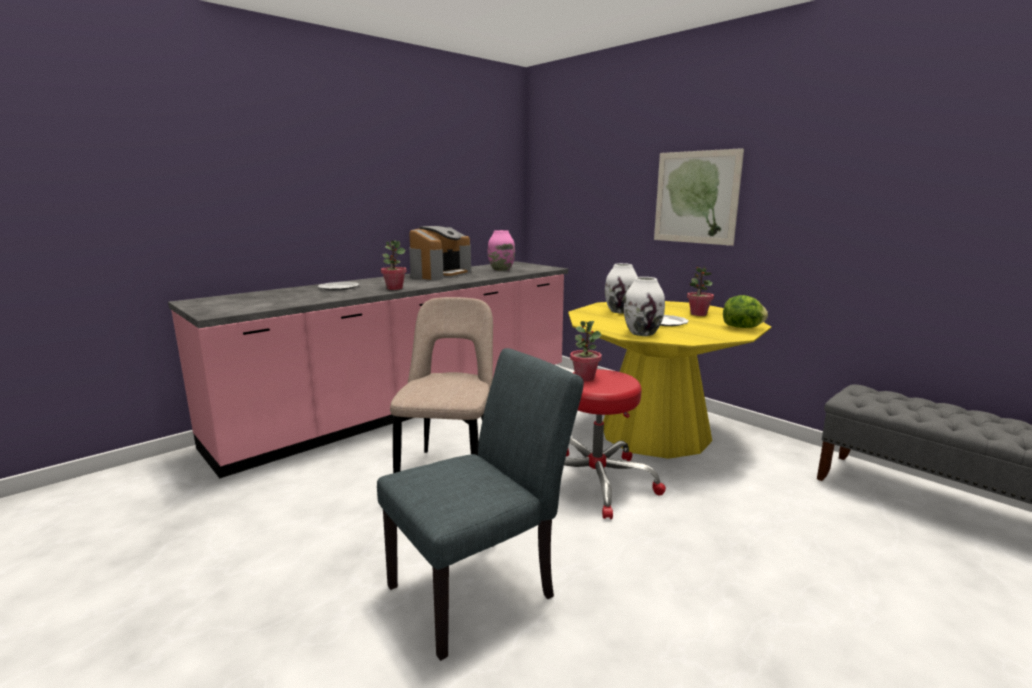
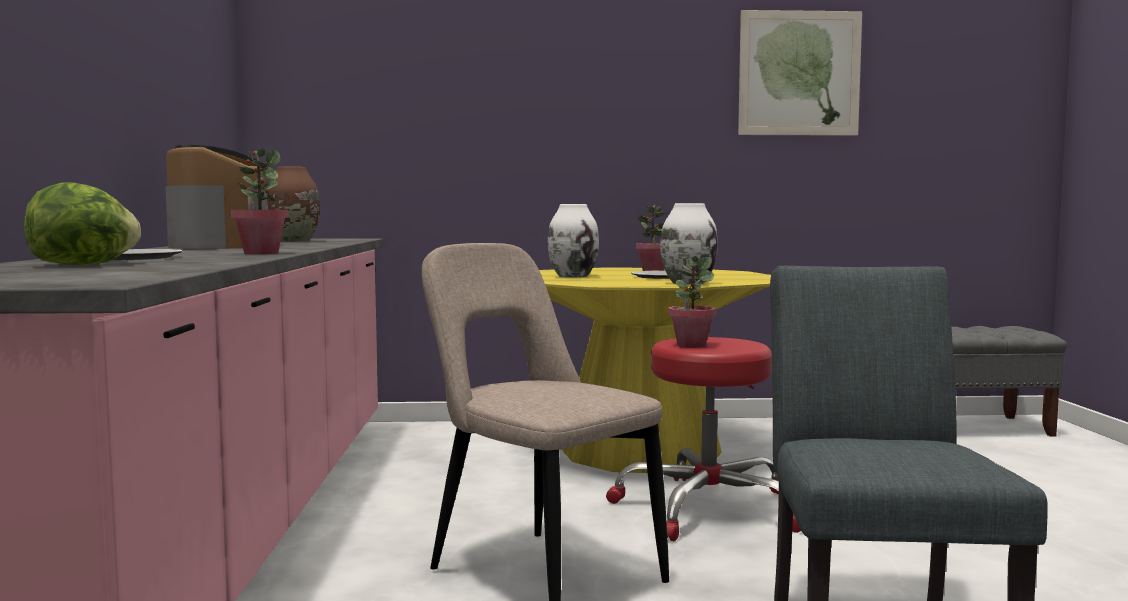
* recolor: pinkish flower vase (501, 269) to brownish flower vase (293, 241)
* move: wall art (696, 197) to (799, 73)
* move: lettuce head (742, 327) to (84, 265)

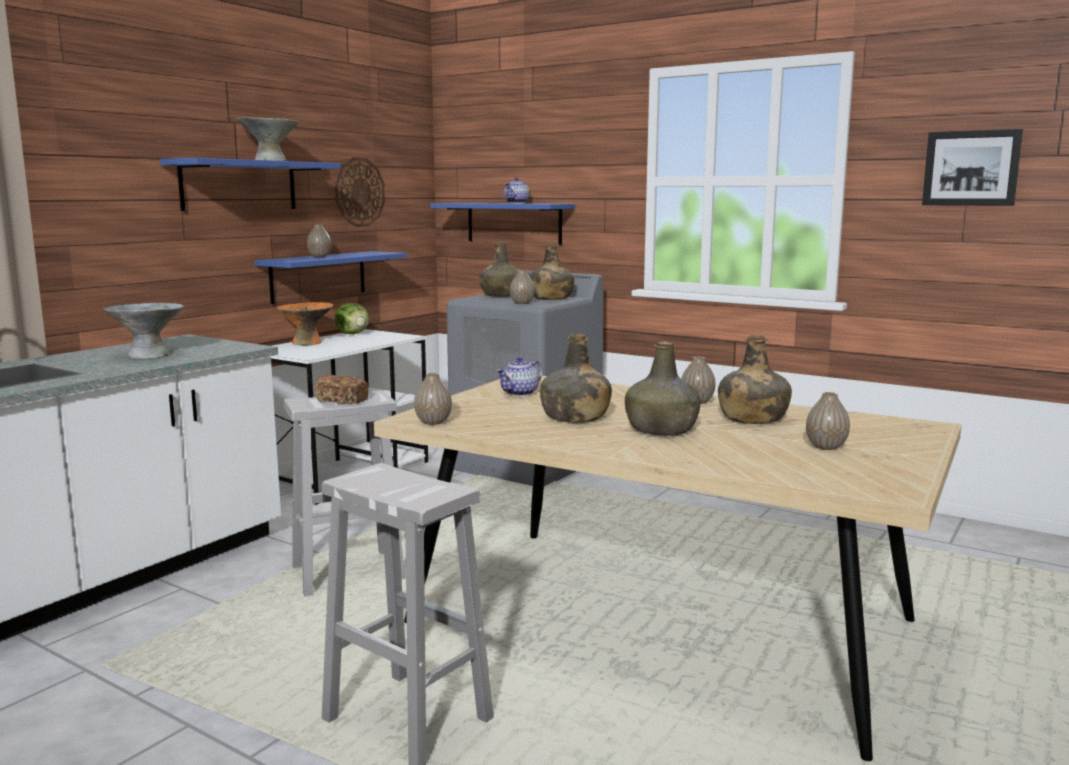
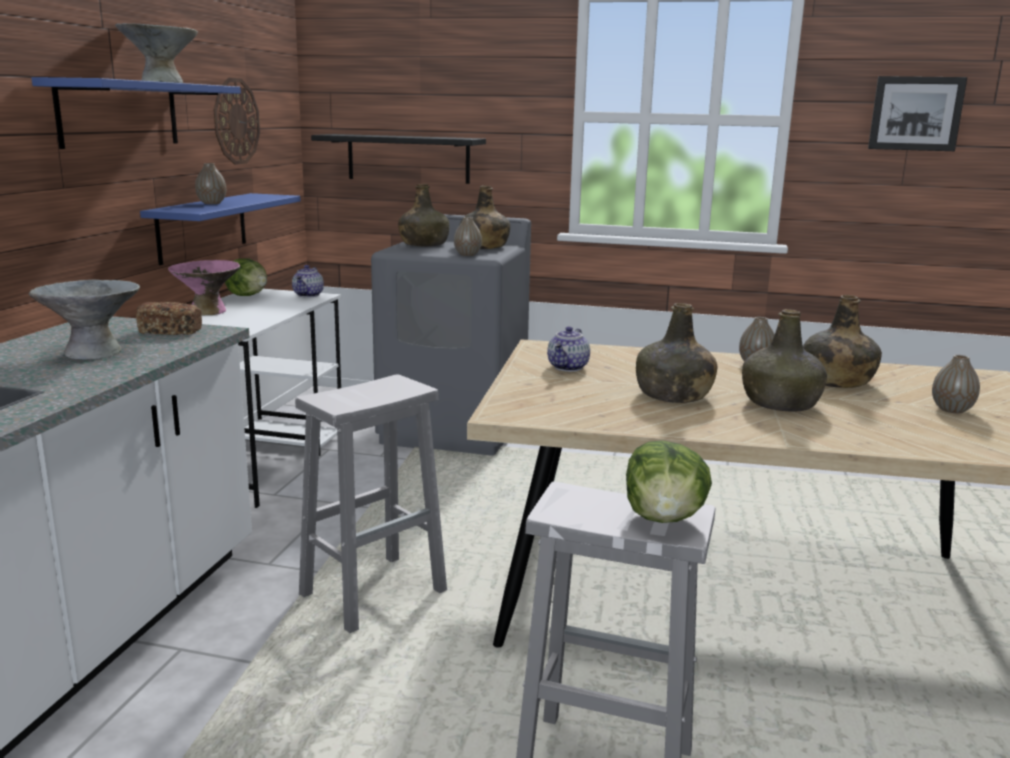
* recolor: orangey deep dish (307, 343) to pinkish deep dish (208, 311)
* move: bakery bread (342, 400) to (171, 331)
* delete: flower vase (433, 422)
* recolor: bluish bracket shelf (514, 223) to black-coloured bracket shelf (408, 158)
* move: pot for tea (517, 203) to (309, 295)
* insert: lettuce head (664, 518)

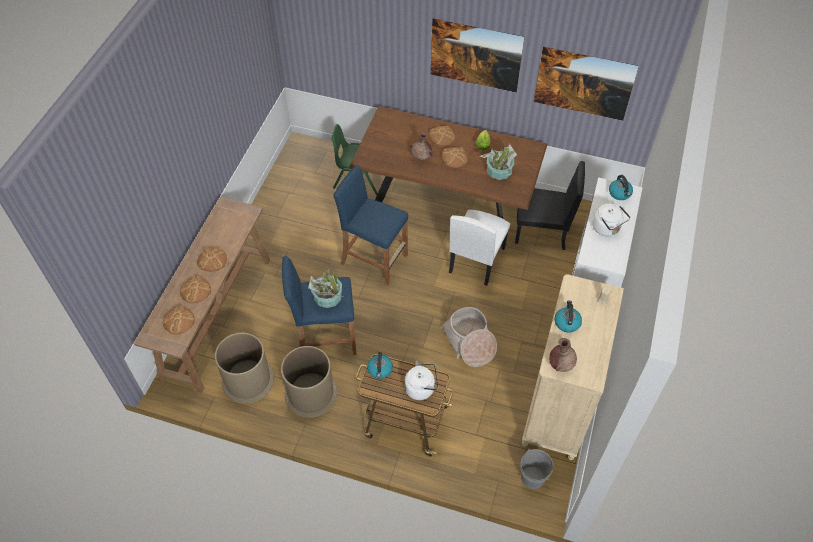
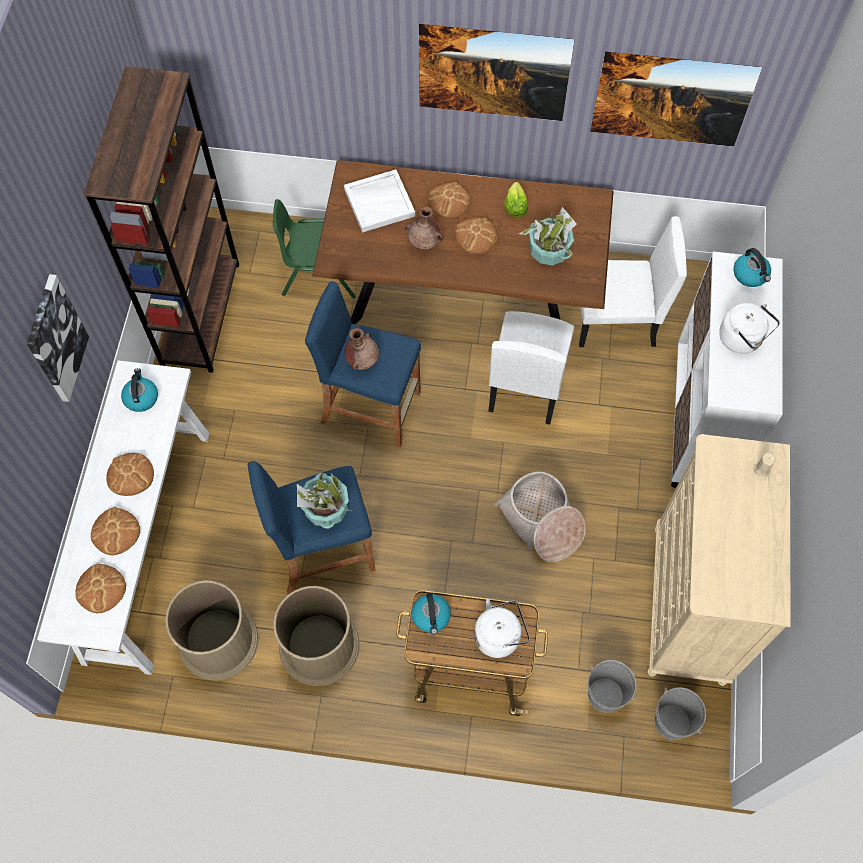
* recolor: brownish console table (218, 316) to white console table (148, 542)
* recolor: black-coloured chair (541, 231) to white chair (615, 321)
* move: brownish flower vase (561, 364) to (362, 360)
* move: kettle (567, 322) to (141, 397)
* insert: wall art (55, 339)
* insert: brownish shelving unit (200, 314)
* insert: white serving tray (379, 202)
* insert: gray water bucket (605, 695)

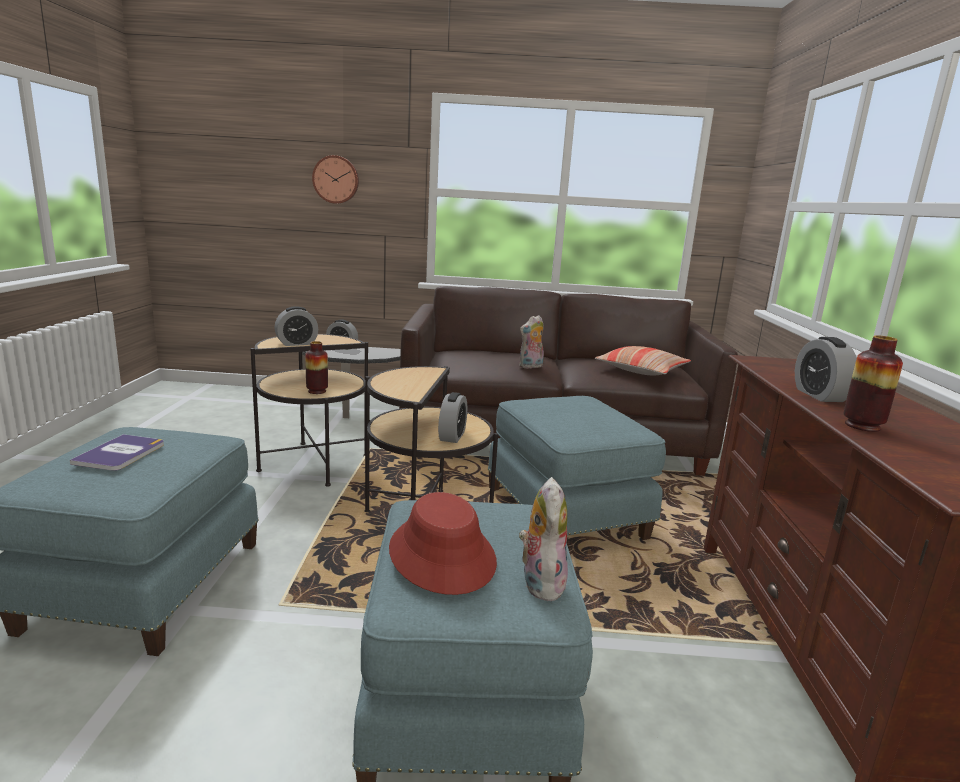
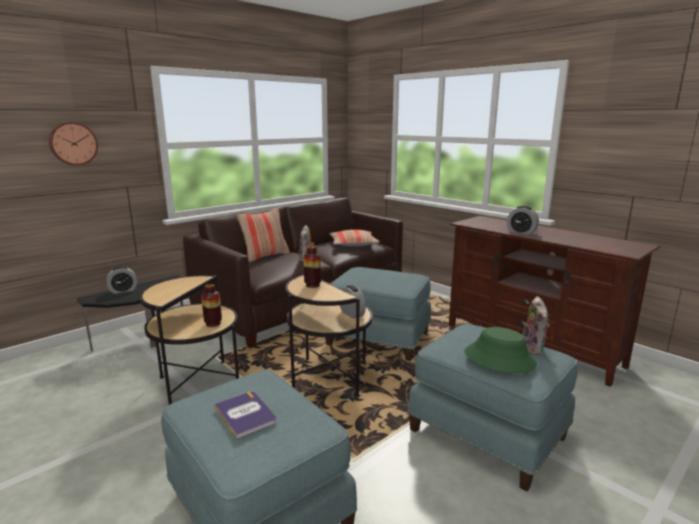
* delete: table clock (297, 343)
* recolor: reddish clothing hat (442, 555) to green-coloured clothing hat (499, 358)
* rotate: soft toy (540, 582) = (534, 349) 135 degrees counterclockwise
* move: flower vase (862, 426) to (312, 285)
* insert: throw pillow (265, 256)

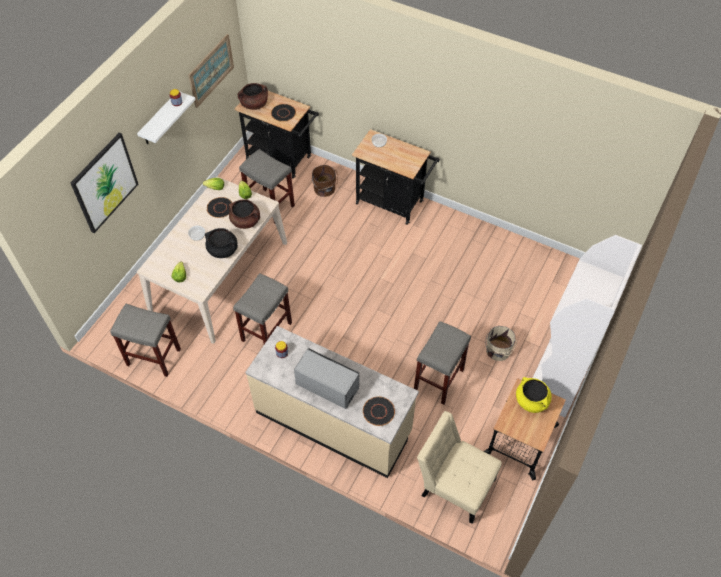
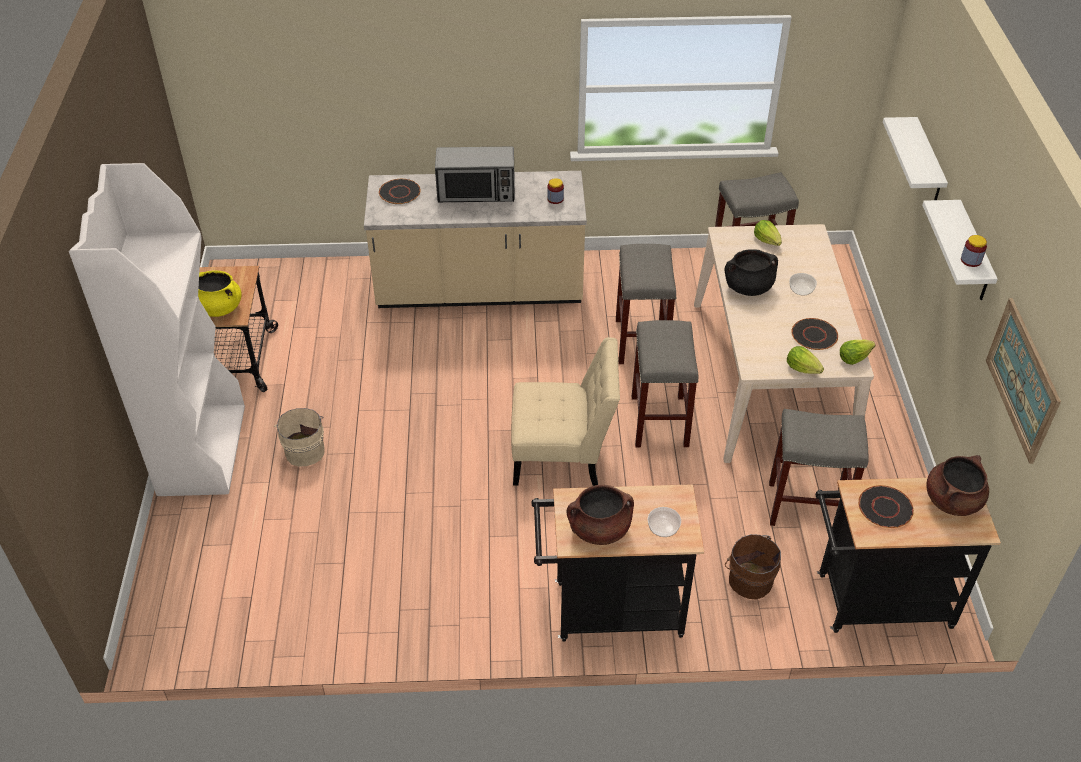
* replace: wall art (105, 183) to white bracket shelf (928, 164)
* move: brownish saucepot (246, 221) to (599, 530)
* move: gray stool (438, 380) to (659, 420)
* move: beige chair (454, 484) to (563, 456)

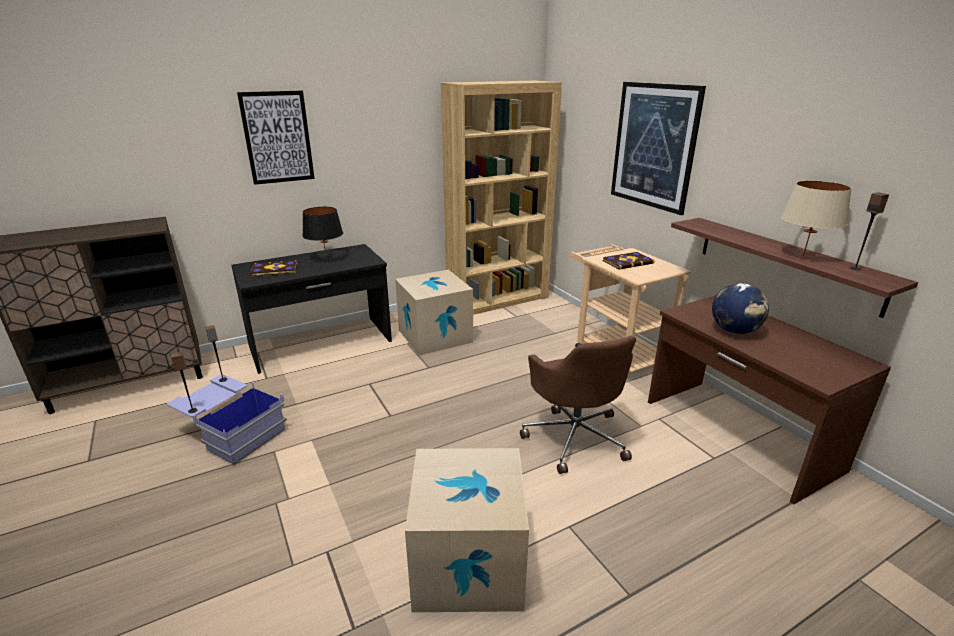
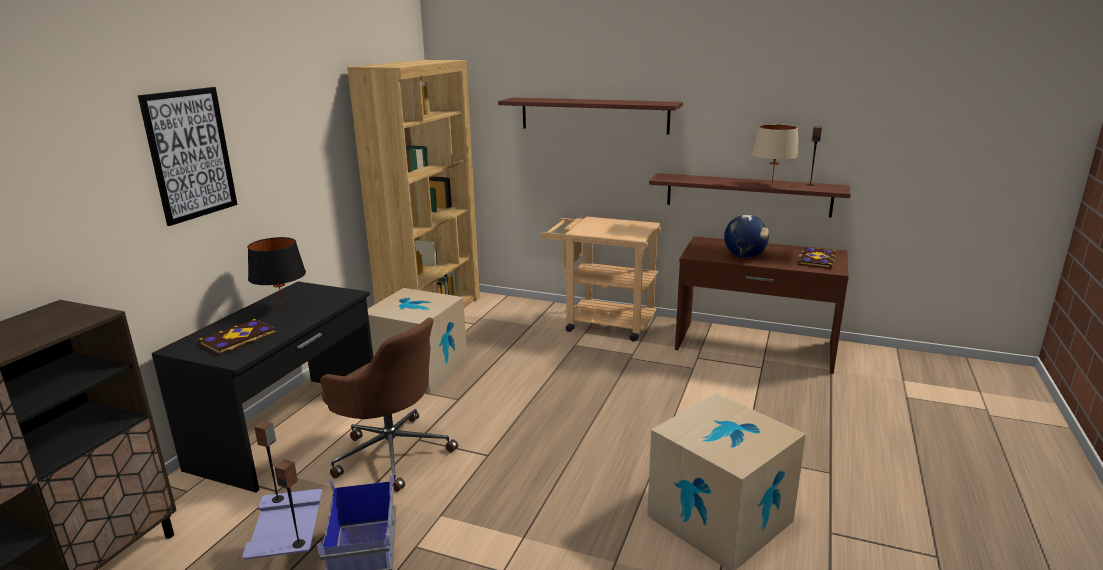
* move: brownish office chair (575, 437) to (391, 452)
* move: book (627, 262) to (816, 259)
* replace: wall art (653, 146) to bracket shelf (593, 115)

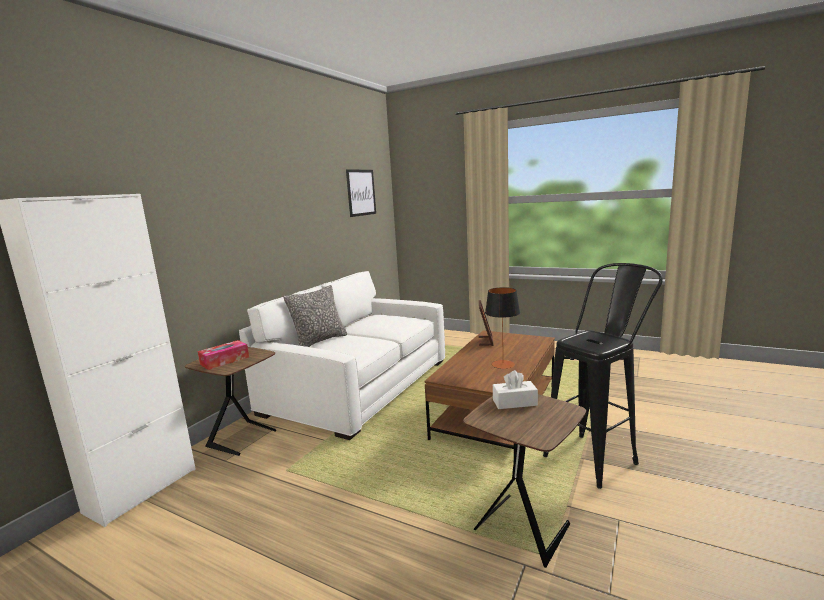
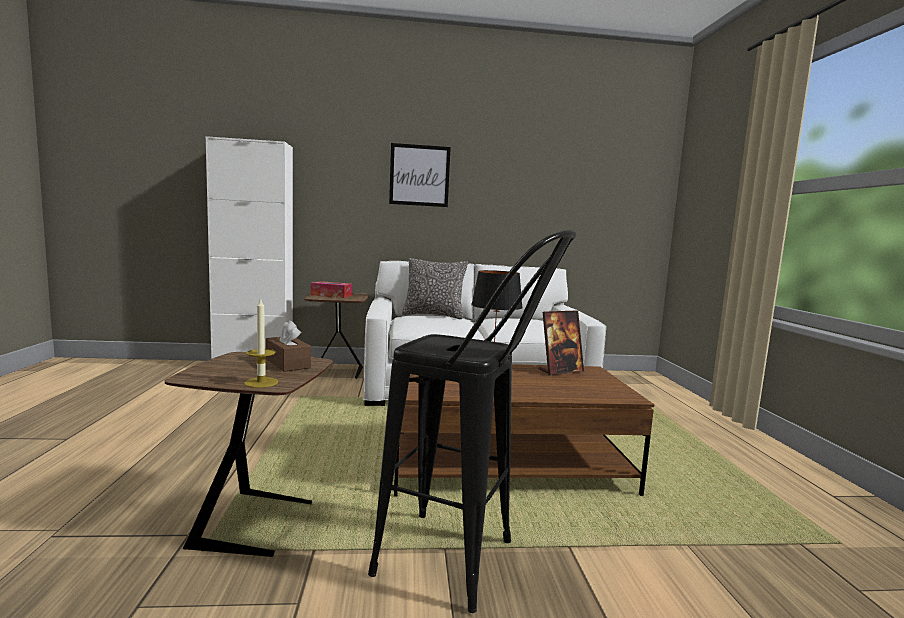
* move: wall art (361, 192) to (419, 175)
* recolor: white tissue box (514, 402) to brownish tissue box (287, 363)
* insert: candle (261, 382)

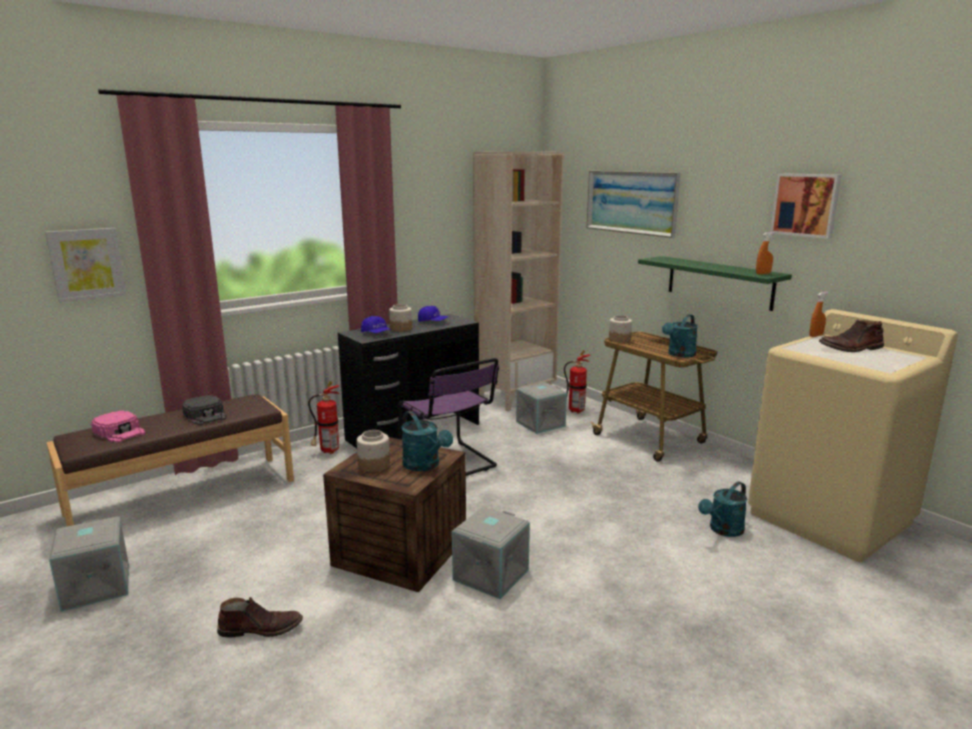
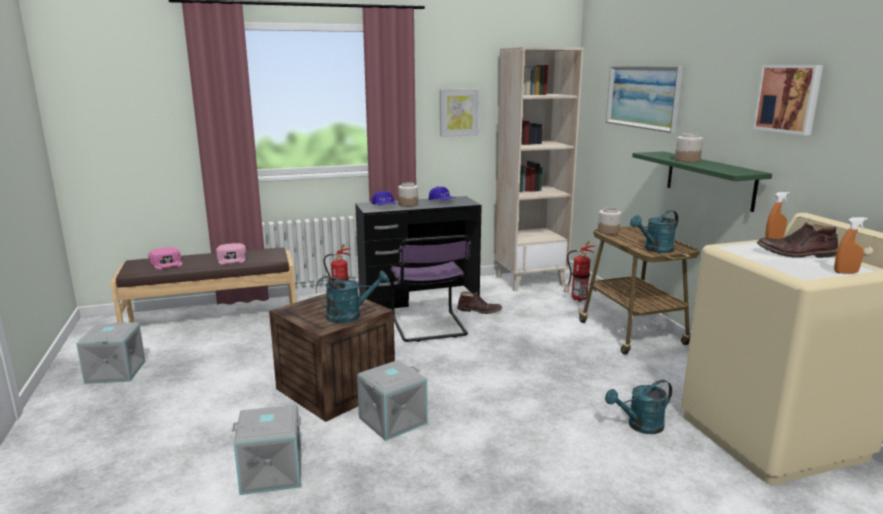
* move: wall art (87, 264) to (458, 112)
* recolor: black-coloured cap (205, 415) to pinkish cap (232, 258)
* move: brownish high-top boot (261, 628) to (479, 310)
* move: jar (374, 465) to (687, 160)
* rotate: blue-green watering pot (425, 465) = (350, 315) 90 degrees counterclockwise
* move: gray storage box (540, 423) to (272, 471)
* move: orangey sprayer (763, 273) to (845, 272)

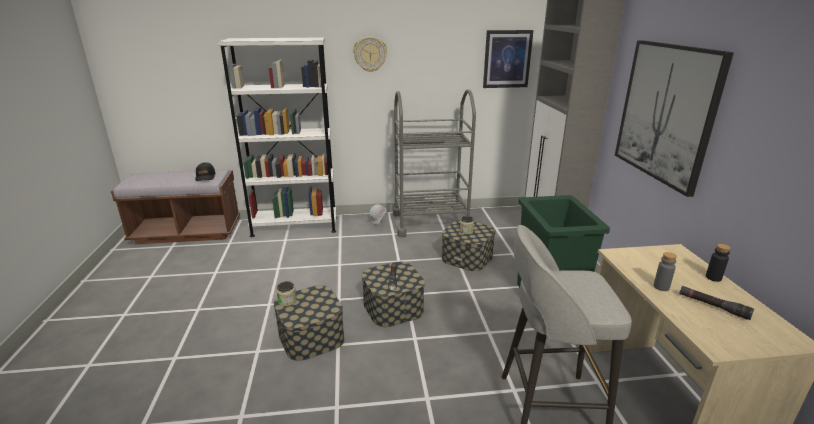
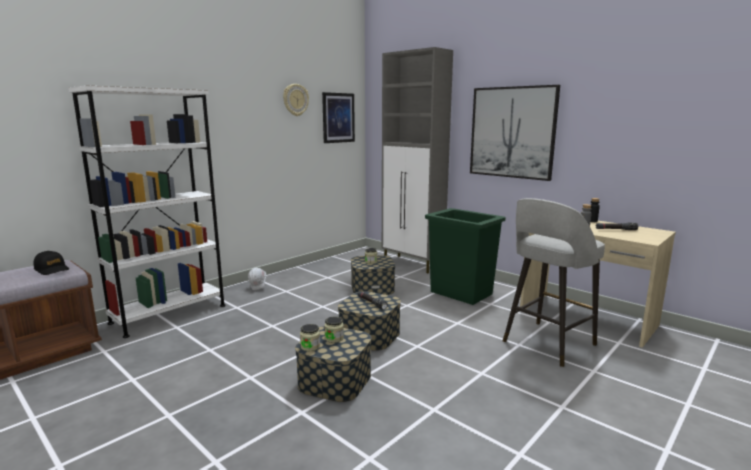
* move: wall clock (370, 54) to (295, 100)
* delete: gray trolley (430, 223)
* insert: jar (334, 338)

